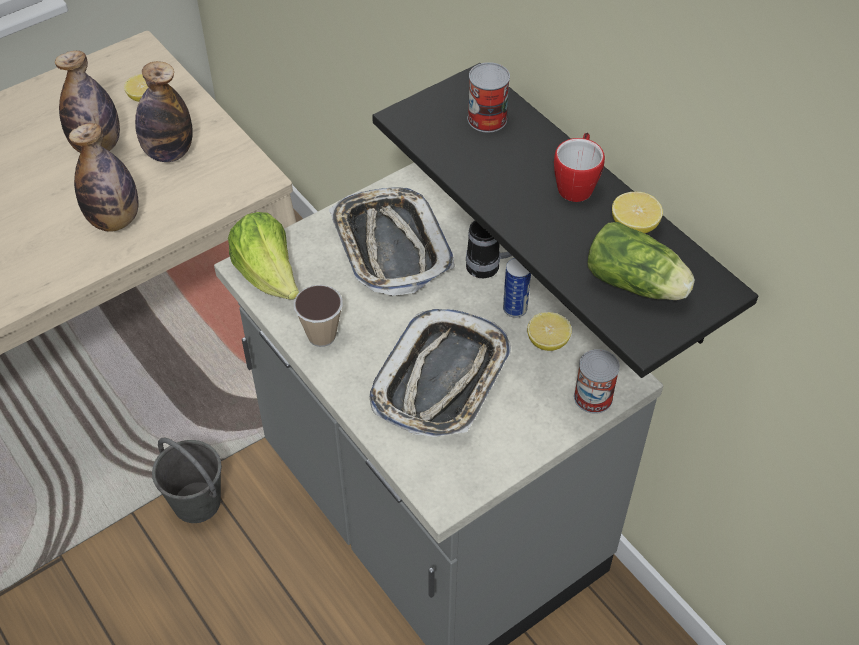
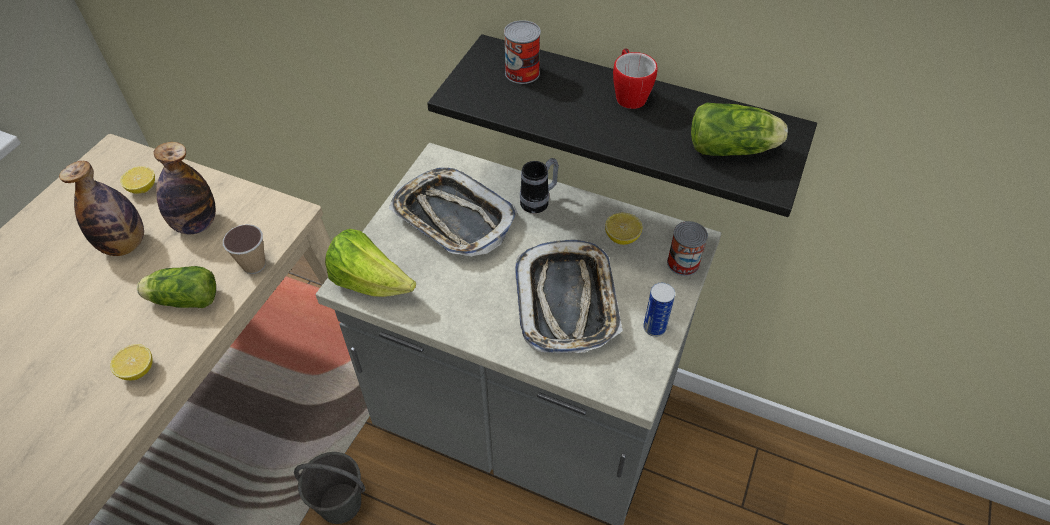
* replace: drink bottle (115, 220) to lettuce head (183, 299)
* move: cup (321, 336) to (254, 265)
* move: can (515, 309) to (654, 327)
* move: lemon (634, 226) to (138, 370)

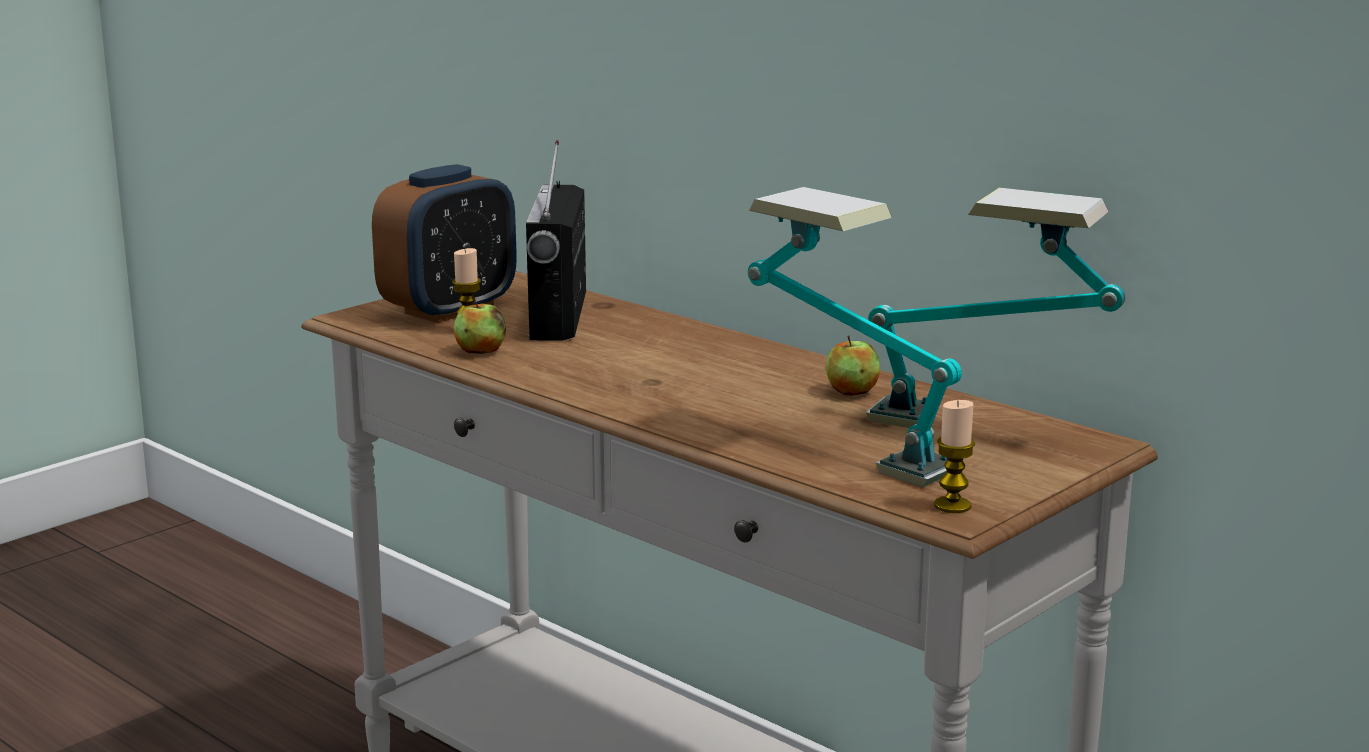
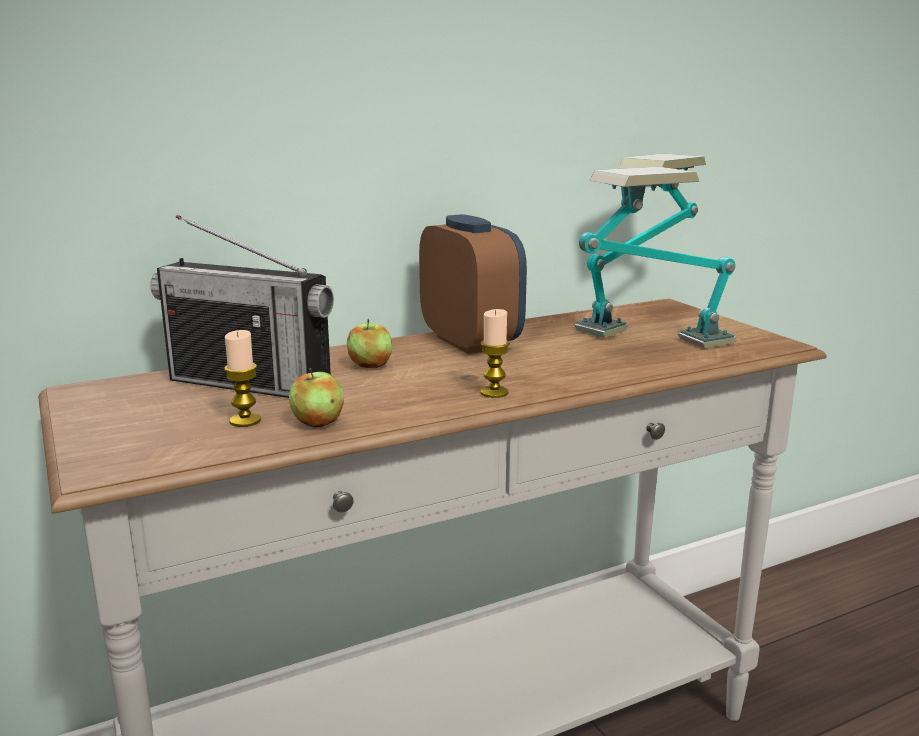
* move: table clock (449, 310) to (471, 342)
* move: whole apple (852, 391) to (370, 365)
* move: candle (952, 506) to (494, 392)

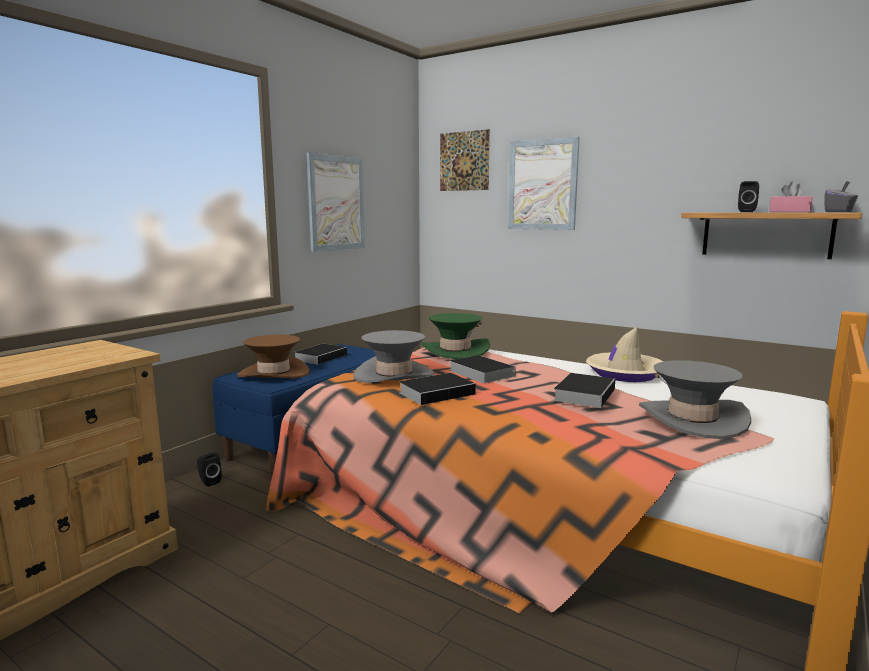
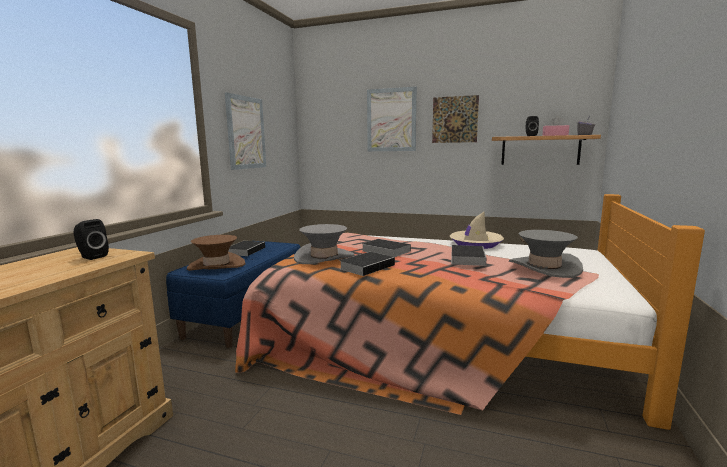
* move: black-coloured speaker (208, 481) to (91, 257)
* delete: green-coloured clothing hat (455, 351)
* move: wall art (464, 161) to (455, 119)

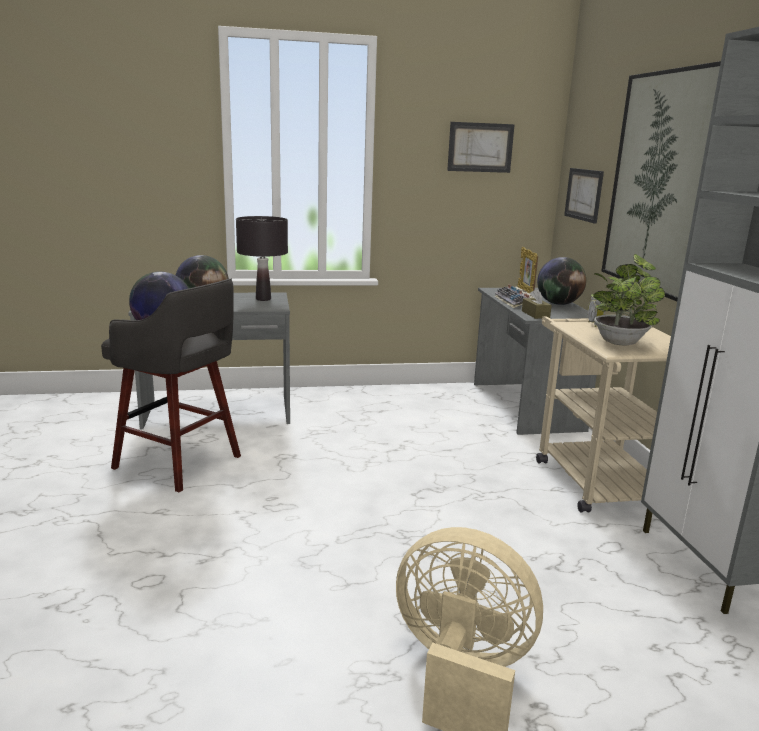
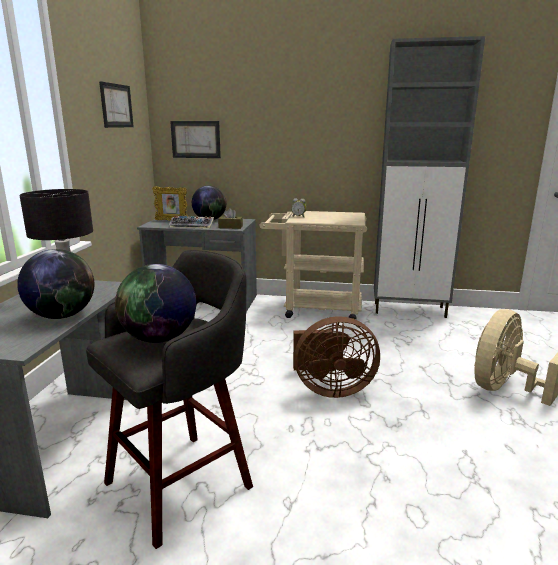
* delete: houseplant (620, 341)
* delete: wall art (659, 182)
* insert: brownish fan (330, 389)

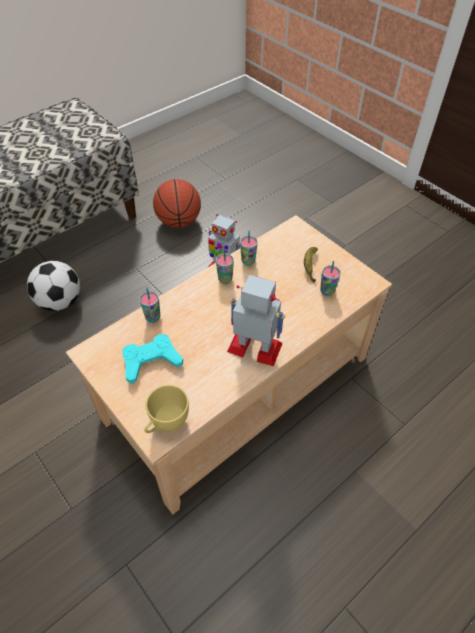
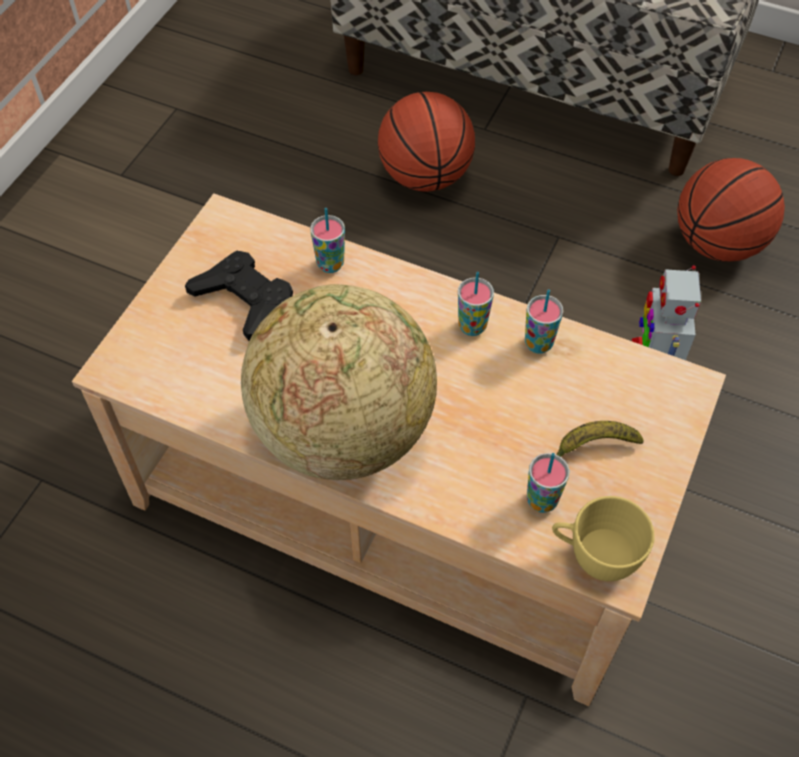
* replace: football (60, 302) to basketball ball (425, 176)
* recolor: blue-green game controller (151, 361) to black-coloured game controller (245, 300)
* move: yellow-coloured cup (166, 423) to (594, 556)
* replace: model robot (255, 347) to world globe (343, 431)

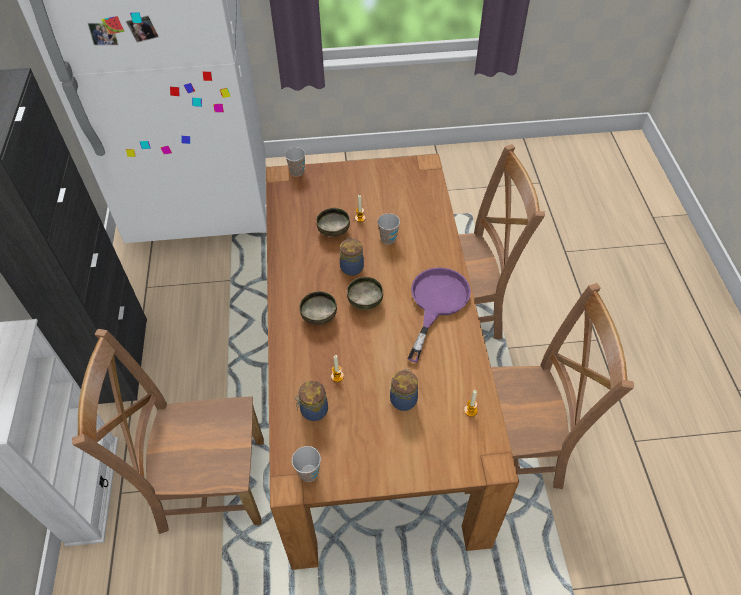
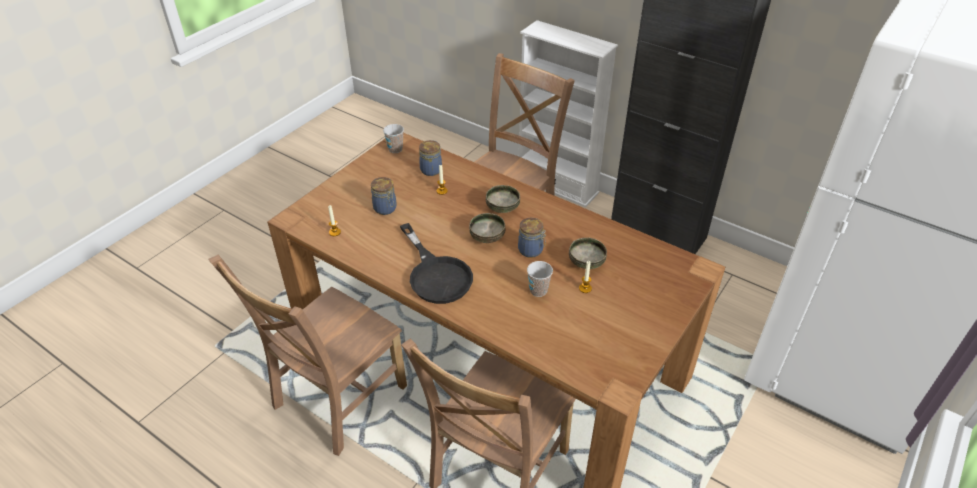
* delete: cup (297, 172)
* recolor: purplish frying pan (436, 303) to black-coloured frying pan (436, 274)

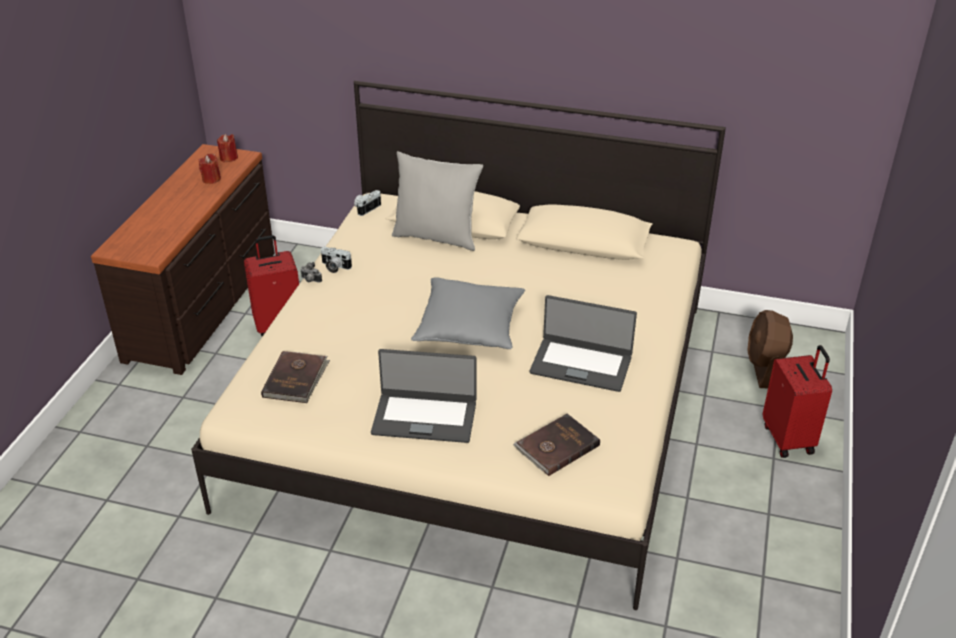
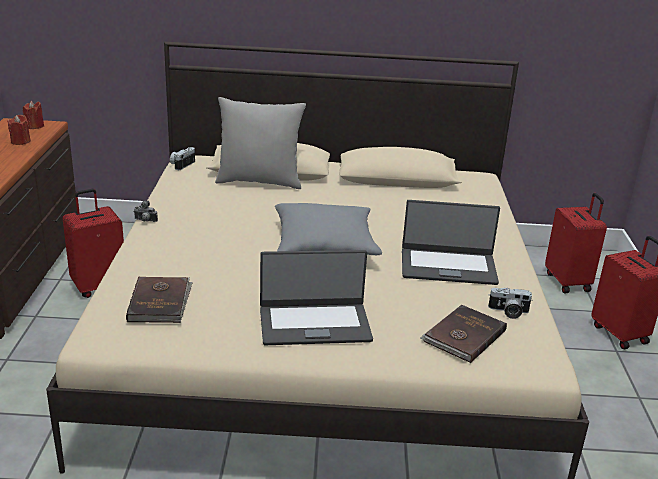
* move: photo camera (334, 267) to (508, 312)
* replace: brownish fan (764, 368) to reddish suitcase (568, 282)

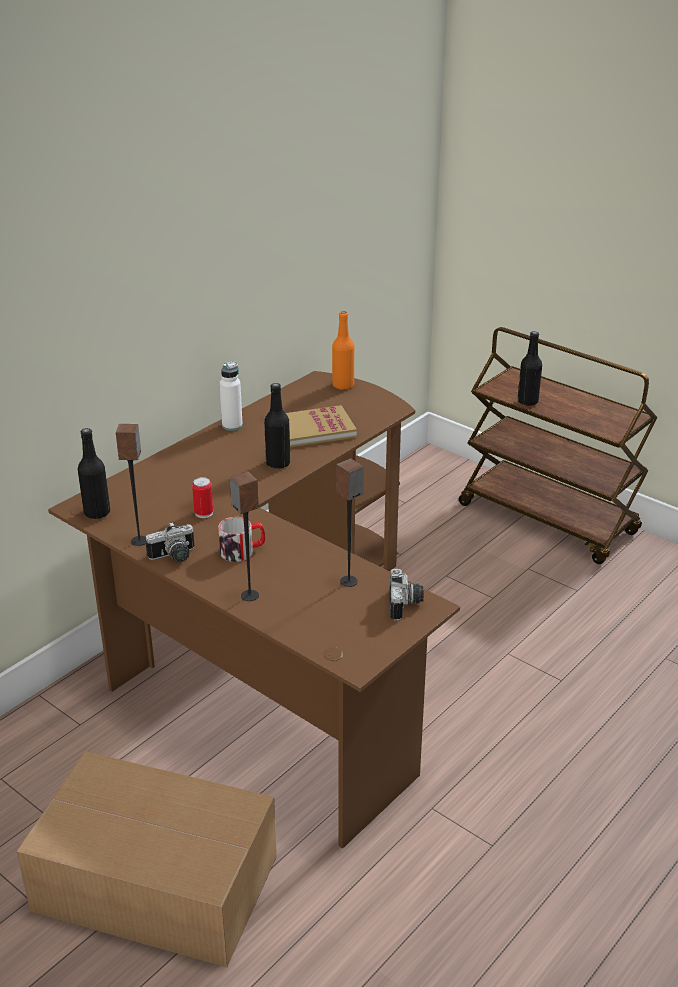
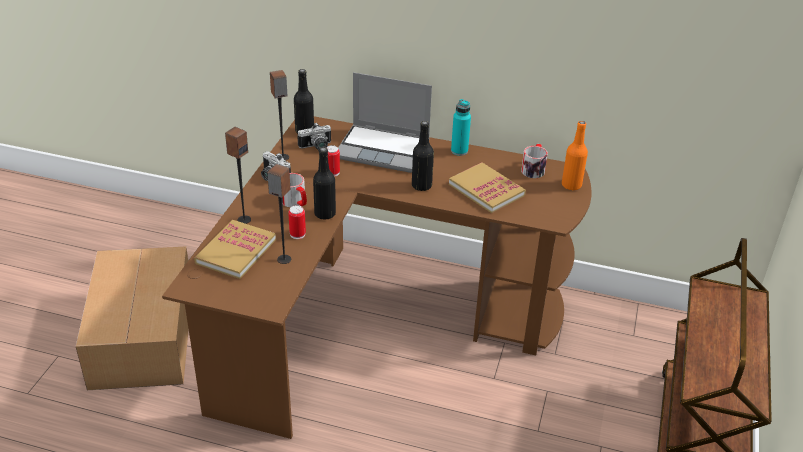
* recolor: white drink bottle (232, 426) to blue-green drink bottle (459, 151)
* move: photo camera (406, 604) to (316, 147)
* move: black-coloured drink bottle (527, 401) to (325, 214)
* insert: book (236, 251)
* insert: can (297, 234)
* insert: laptop (384, 149)
* insert: tea mug (534, 169)

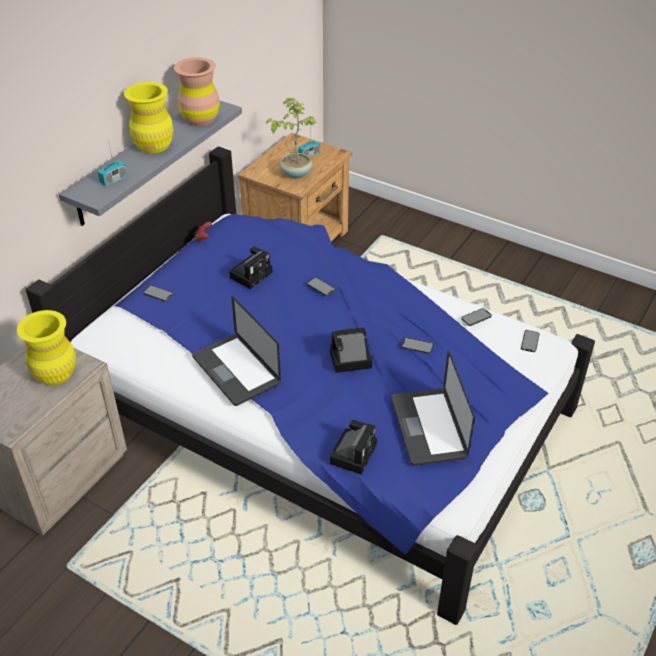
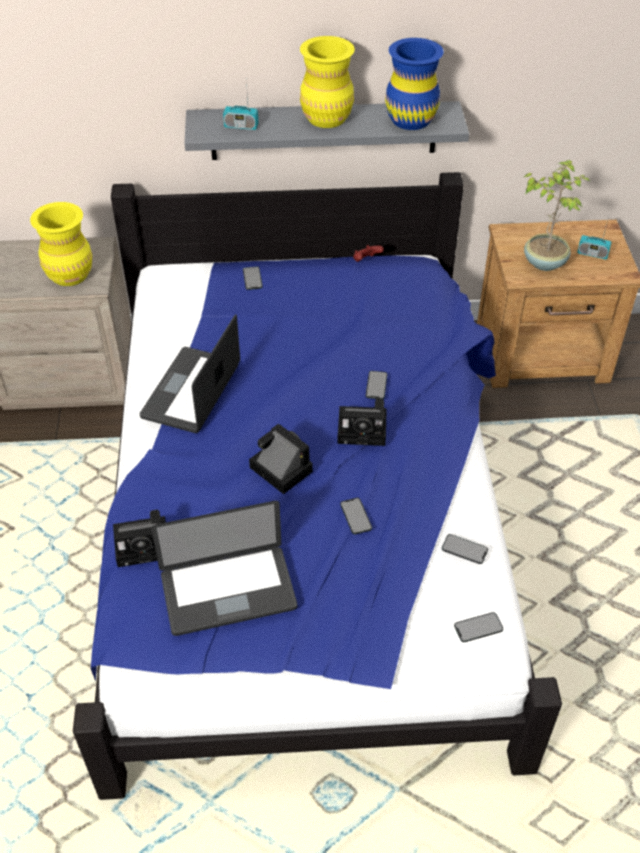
* recolor: brownish flower vase (200, 118) to bluish flower vase (411, 120)
* move: photo camera (252, 274) to (364, 429)
* rotate: laptop (428, 427) = (228, 591) 150 degrees counterclockwise

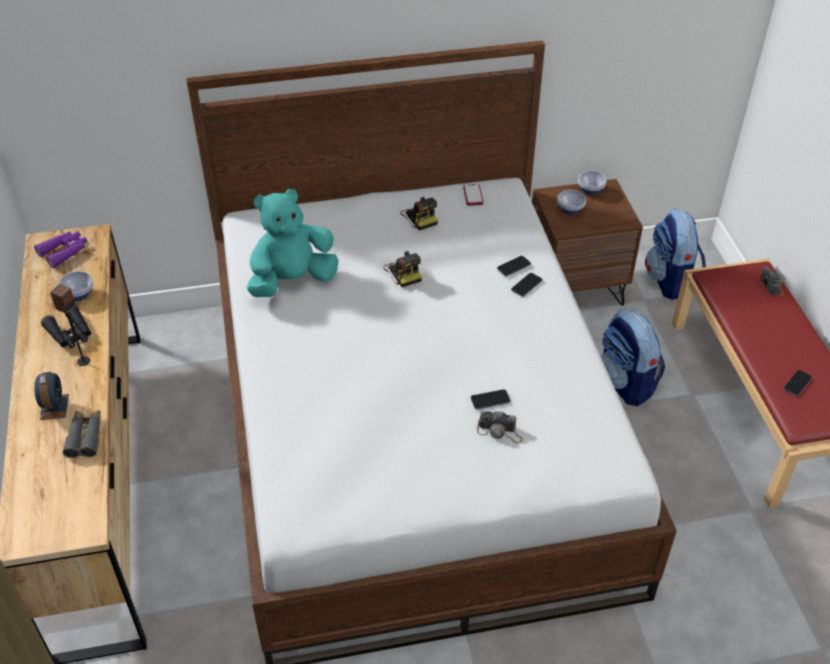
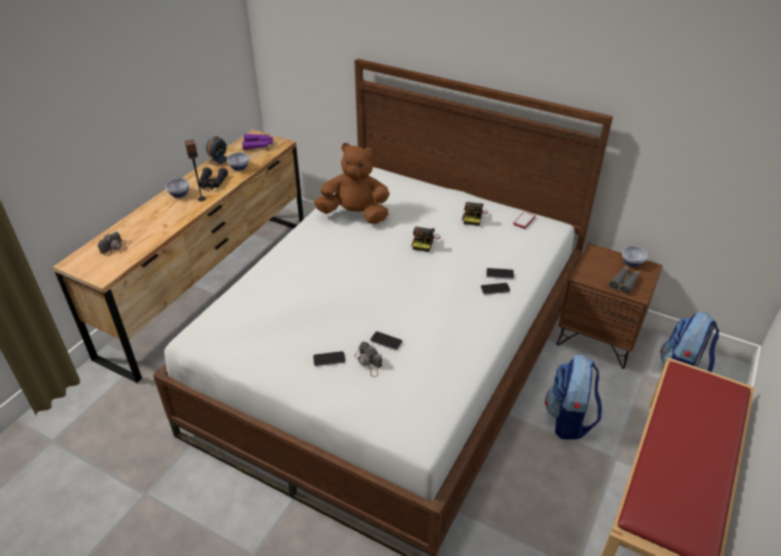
* move: table clock (54, 407) to (218, 160)
* move: gray pair of binoculars (85, 437) to (624, 282)
* recolor: blue-green soft toy (292, 281) to brownish soft toy (355, 215)
* move: deep dish (569, 210) to (179, 194)
* move: photo camera (772, 283) to (116, 247)
* move: handset (797, 384) to (329, 359)

